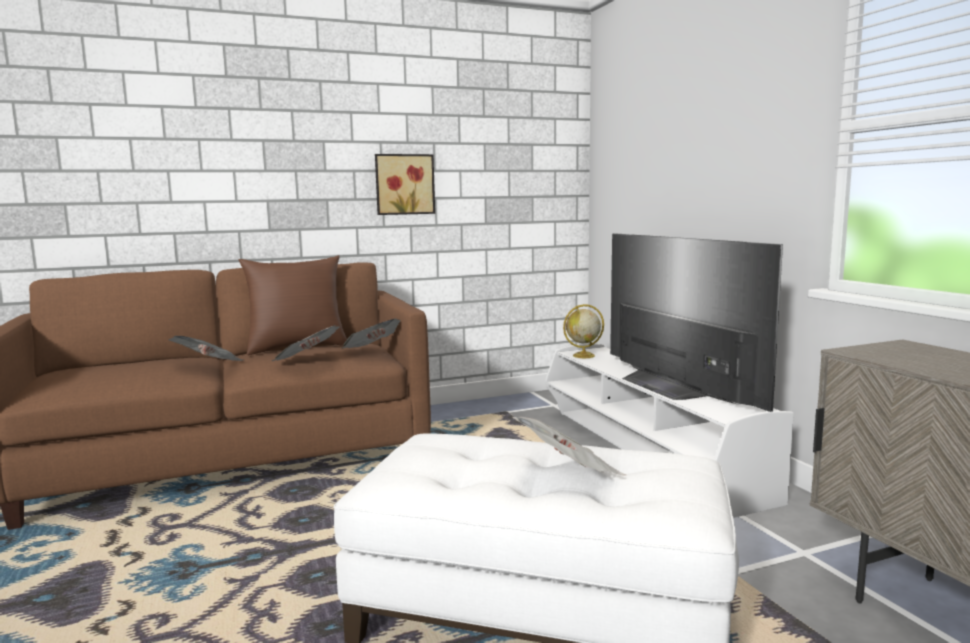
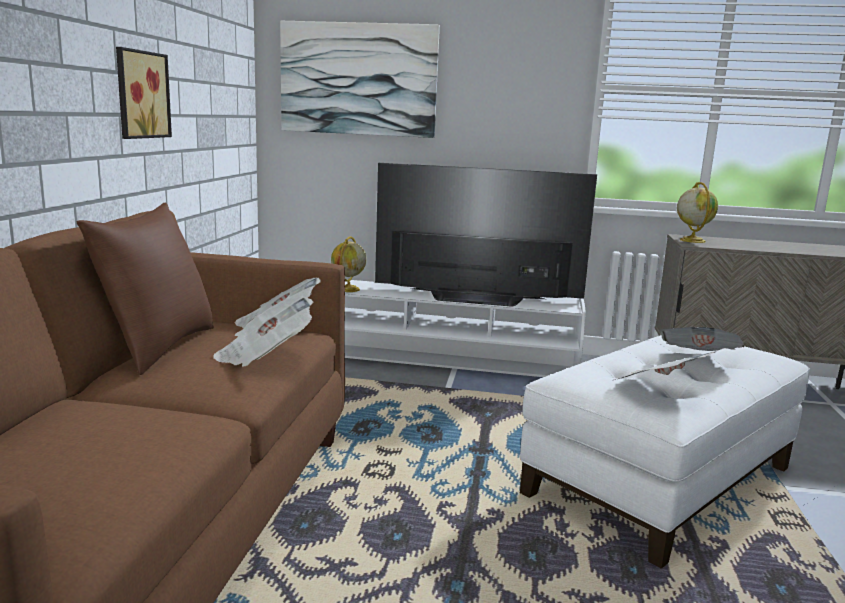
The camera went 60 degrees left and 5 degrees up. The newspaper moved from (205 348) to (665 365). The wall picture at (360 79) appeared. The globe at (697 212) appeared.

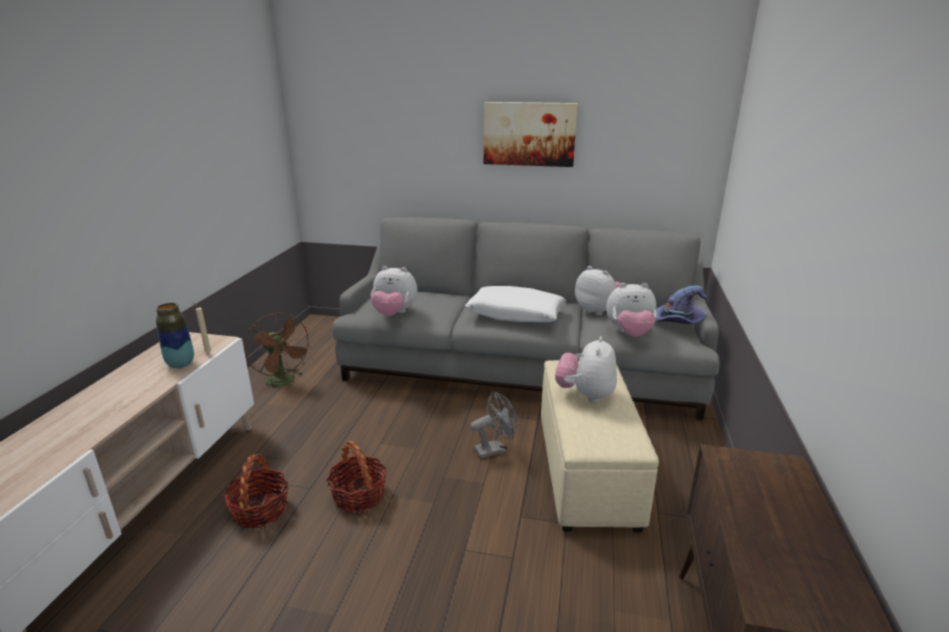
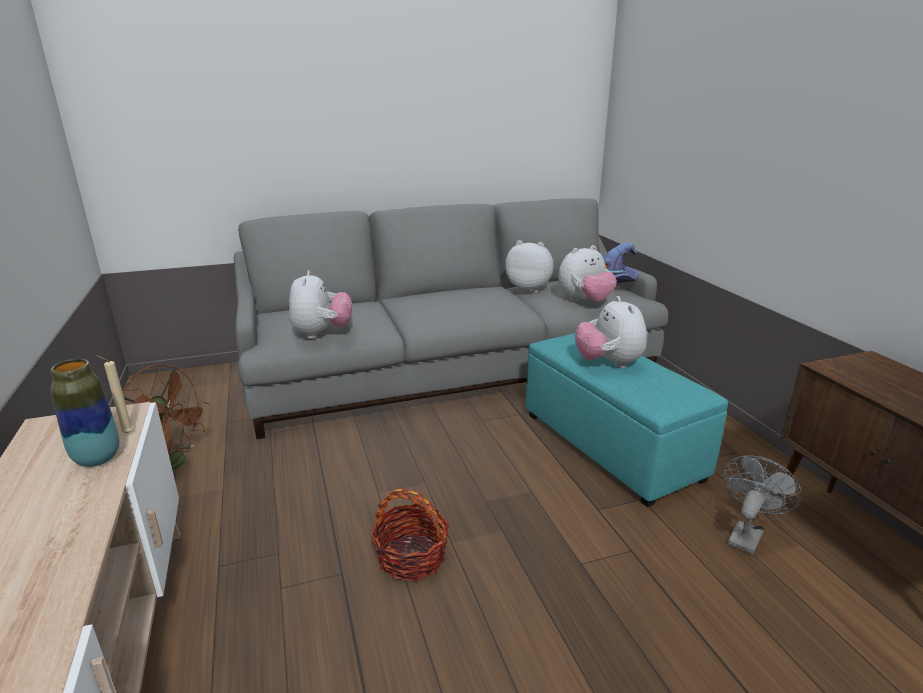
The camera went 30 degrees left and 0 degrees up. The wall picture at (531 134) disappeared. The soft toy at (394 291) turned 75 degrees counterclockwise. The white throw pillow at (515 304) disappeared. The beige ottoman at (600 446) became the blue-green ottoman at (626 420). The grey fan moved from (493 424) to (762 505). The household basket at (255 491) disappeared.

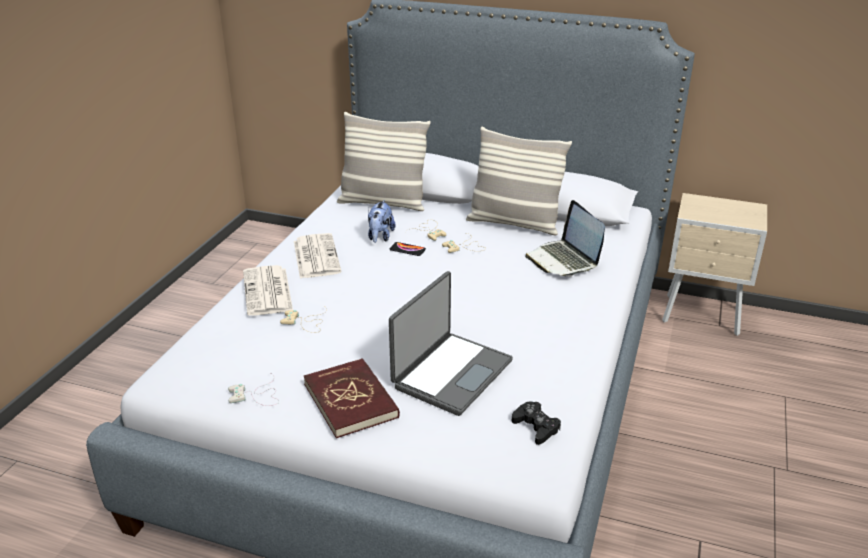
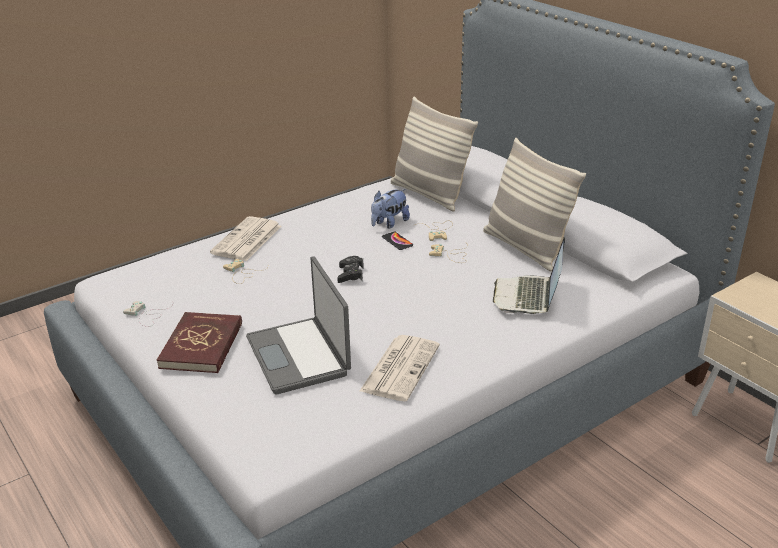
The camera went 35 degrees right and 0 degrees up. The newspaper moved from (318 255) to (400 368). The portable computer at (451 343) turned 90 degrees clockwise. The blackish joypad moved from (536 423) to (350 269).

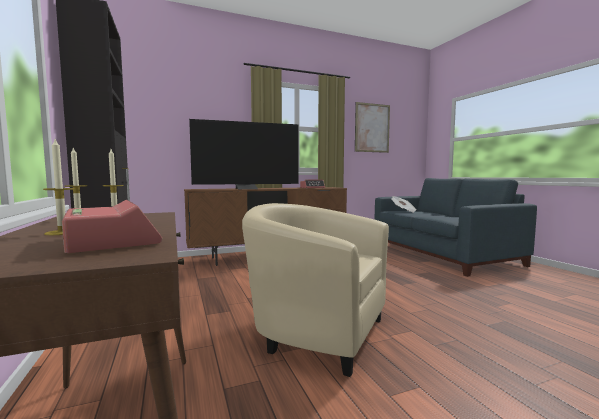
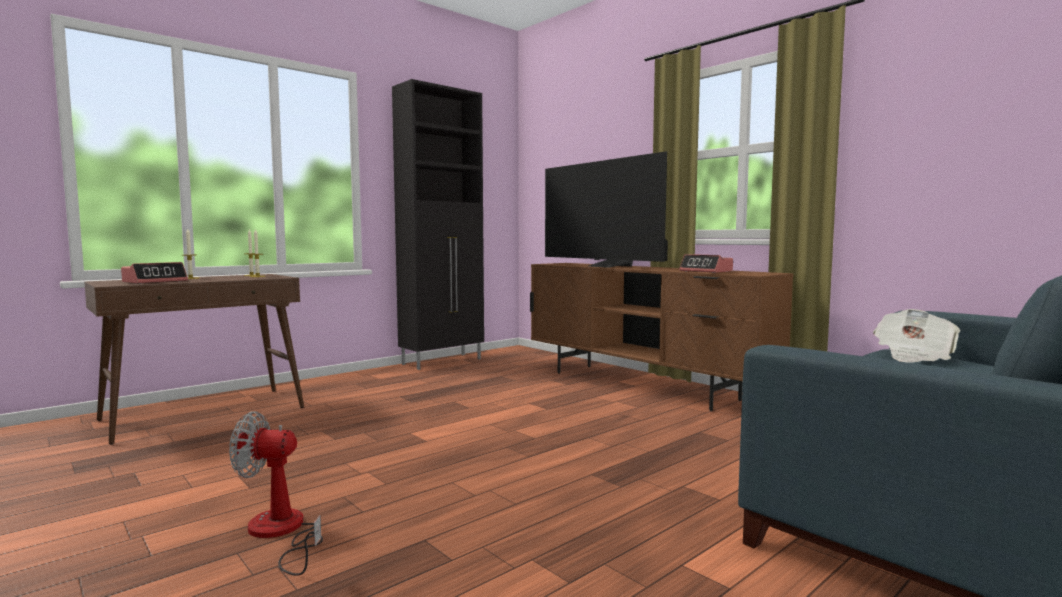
The camera went 70 degrees right and 0 degrees up. The wall picture at (372 127) disappeared. The beige armchair at (315 290) disappeared. The fan at (276 493) appeared.

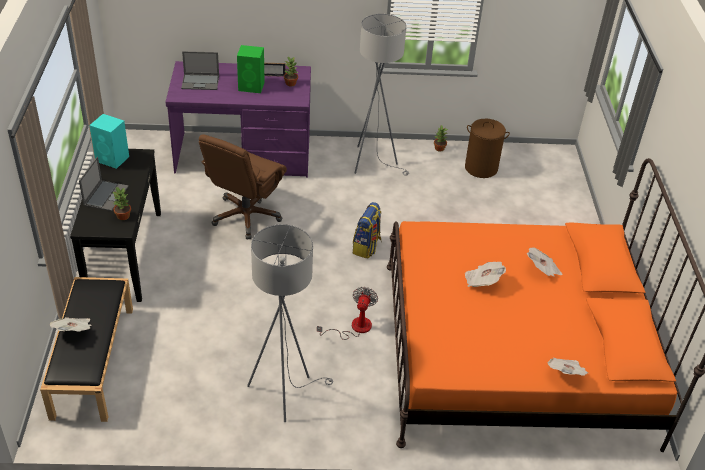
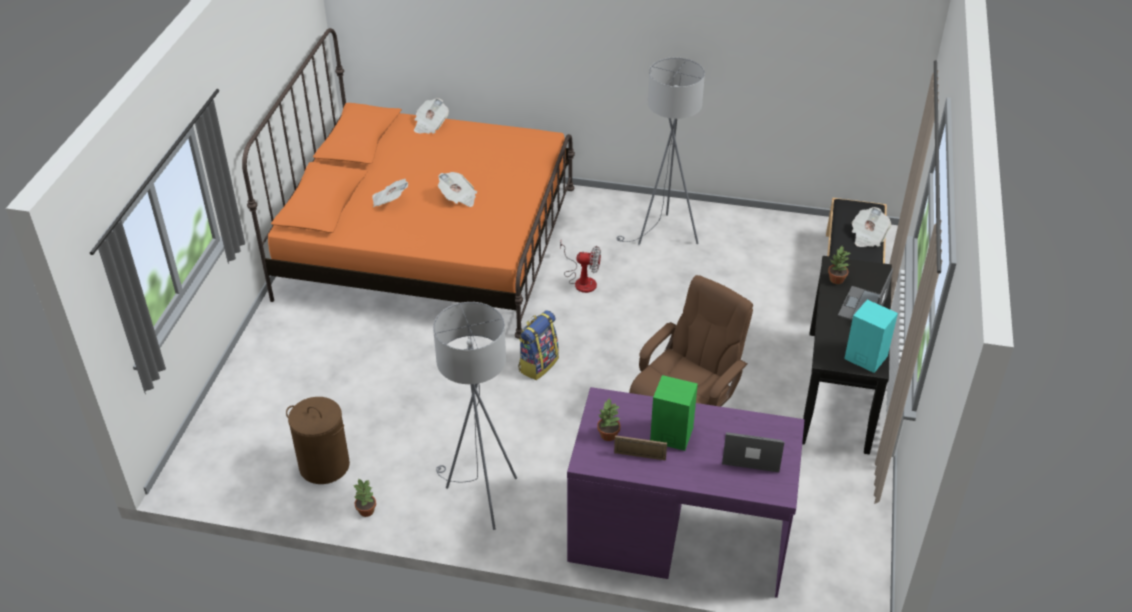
The camera went 165 degrees left and 0 degrees up. The fan at (347 313) turned 105 degrees counterclockwise.

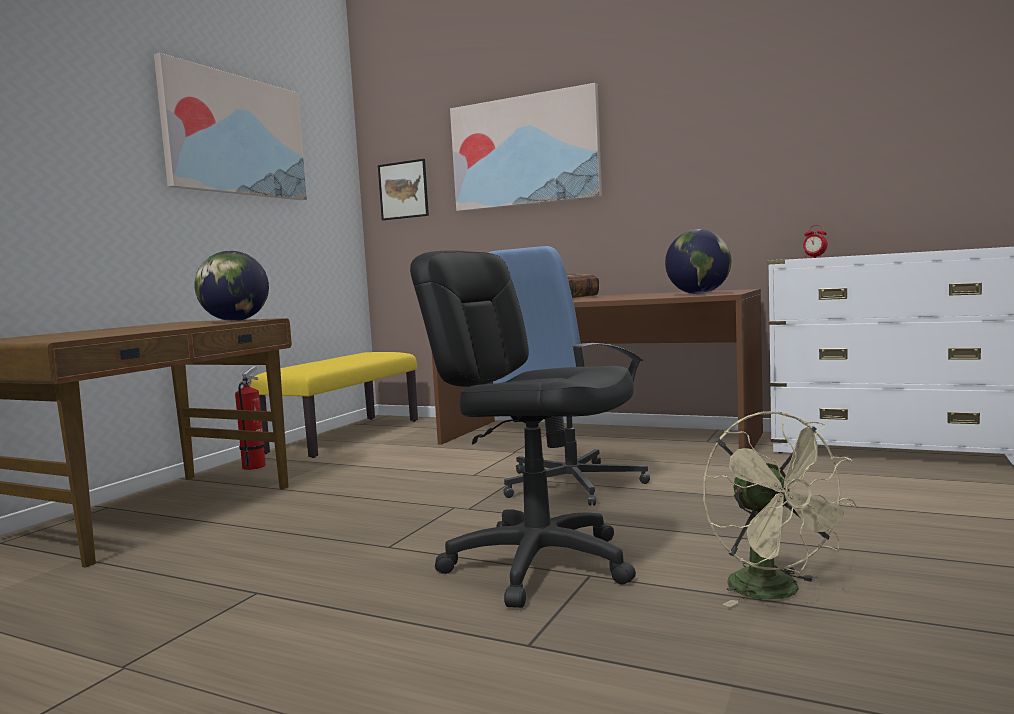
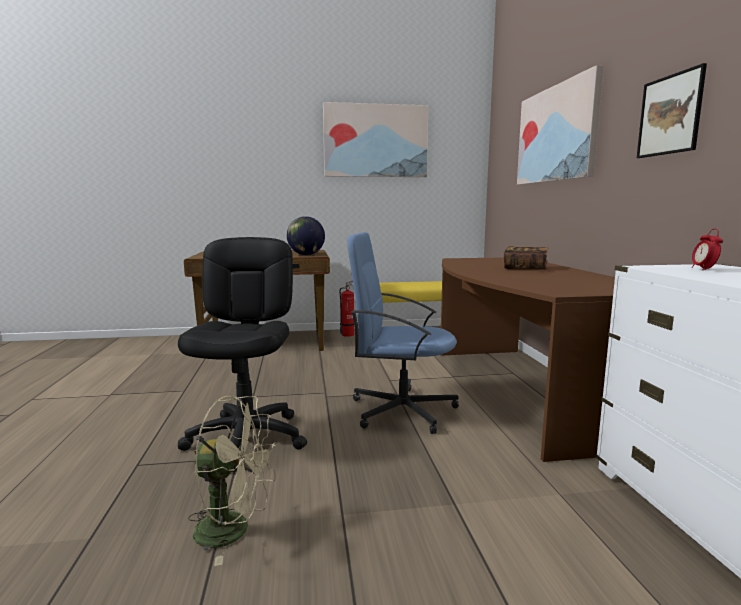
The camera went 55 degrees right and 5 degrees up. The wall picture moved from (403 189) to (672 110). The globe at (698 261) disappeared. The beige fan at (780 509) turned 120 degrees counterclockwise.

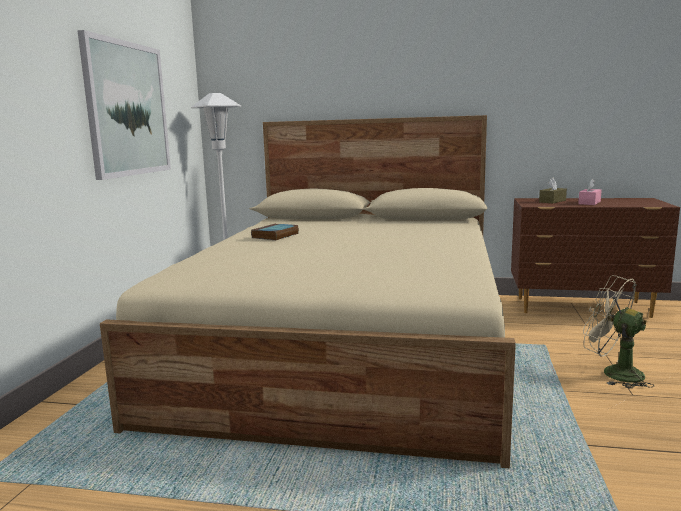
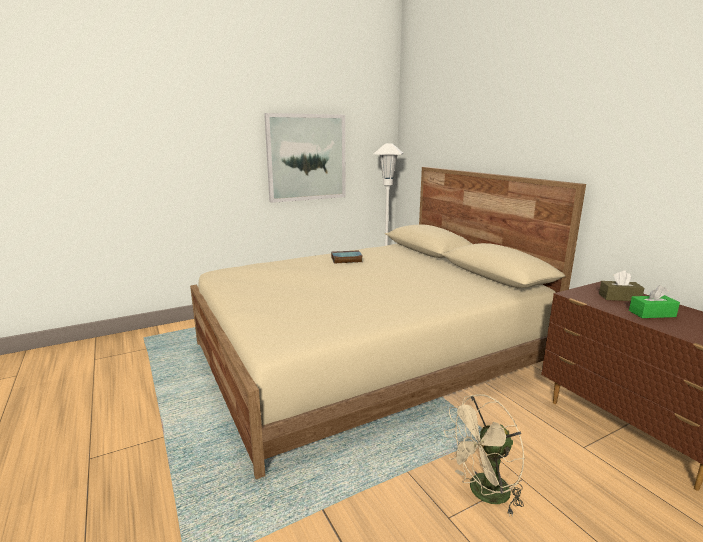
The camera went 50 degrees right and 5 degrees up. The pinkish box of tissues at (590 192) became the green-coloured box of tissues at (654 301). The beige fan at (618 331) turned 120 degrees counterclockwise.

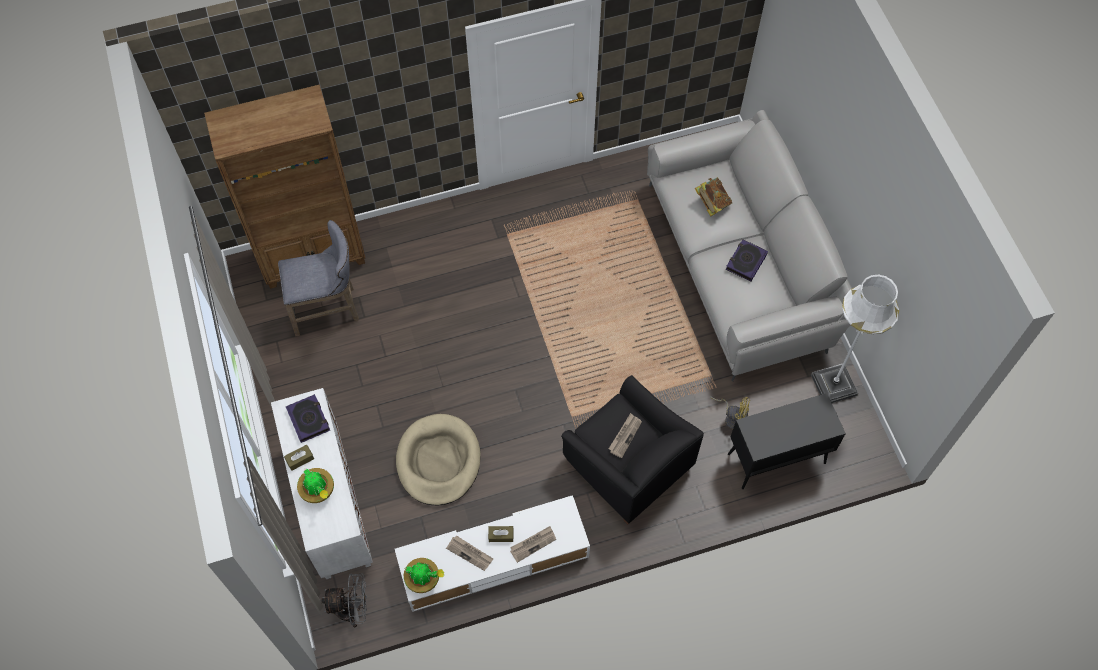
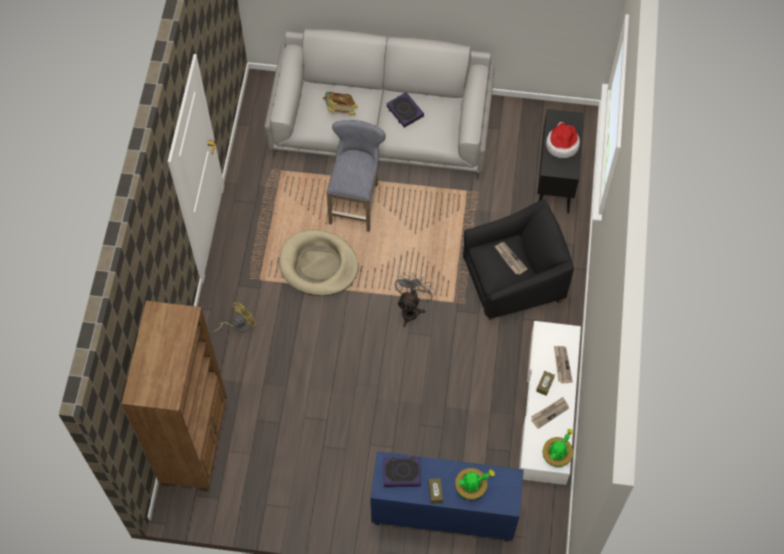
The camera went 65 degrees left and 0 degrees up. The grey stool seat moved from (318 278) to (355 176). The white standard lamp at (855 338) disappeared. The white storage cabinet at (322 483) became the blue-coloured storage cabinet at (447 496). The yellow fan moved from (730 412) to (235 317). The beige dog cushion moved from (438 459) to (319 263). The grey fan moved from (344 600) to (415 299). The wearable hat at (563 140) appeared.

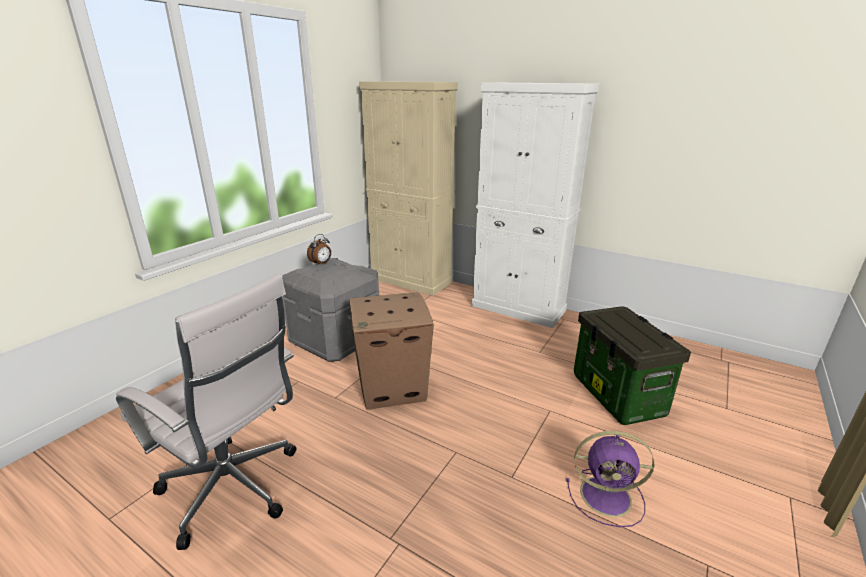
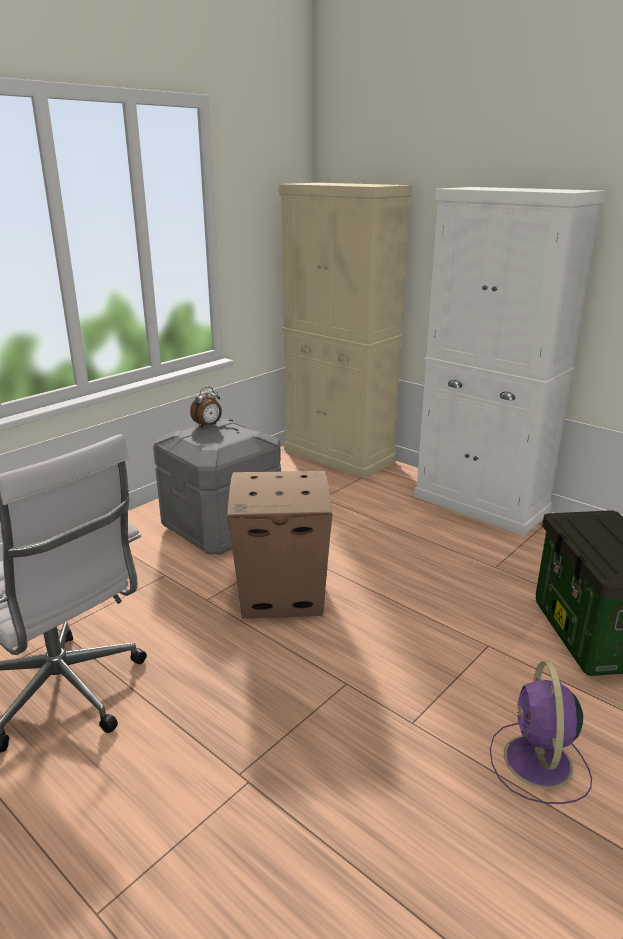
The camera went 10 degrees right and 0 degrees up. The purple-coloured fan at (610 479) turned 75 degrees clockwise.

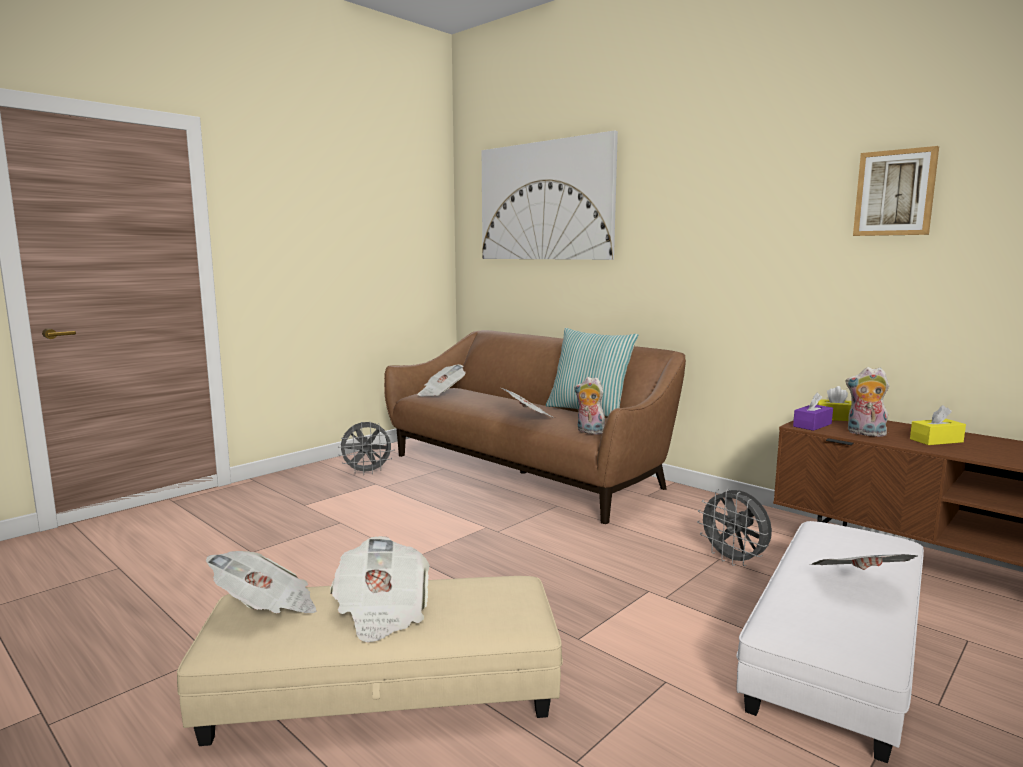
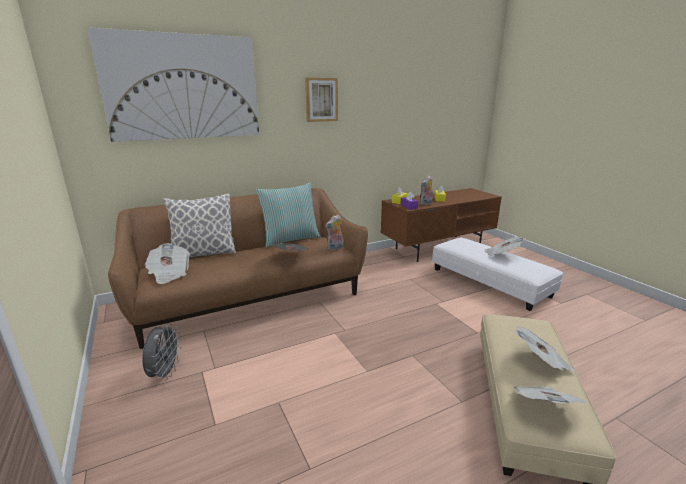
The camera went 70 degrees left and 10 degrees up. The wall picture moved from (896 191) to (321 100). The grey fan at (734 527) disappeared. The throw pillow at (199 225) appeared.

